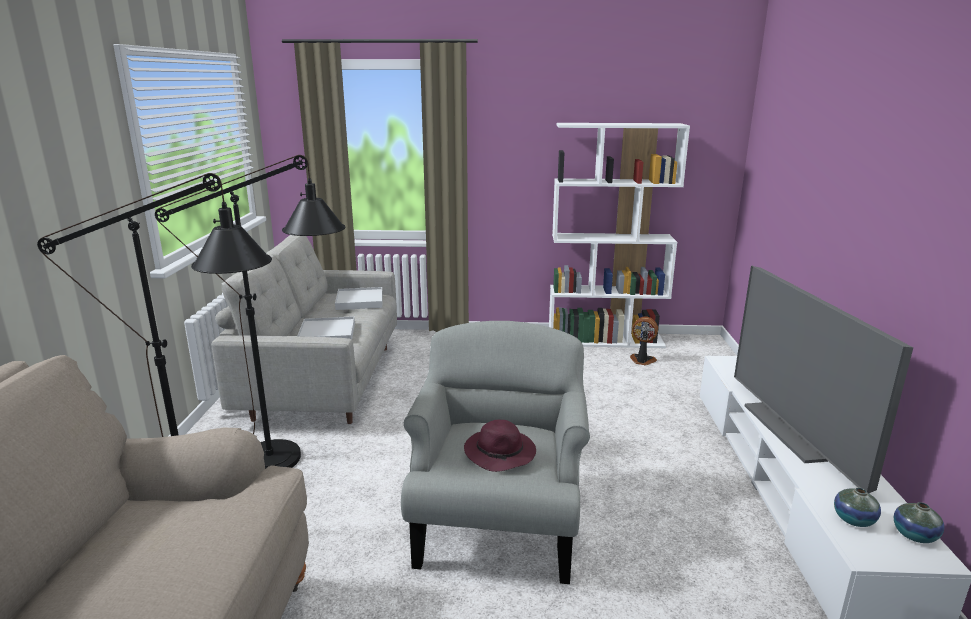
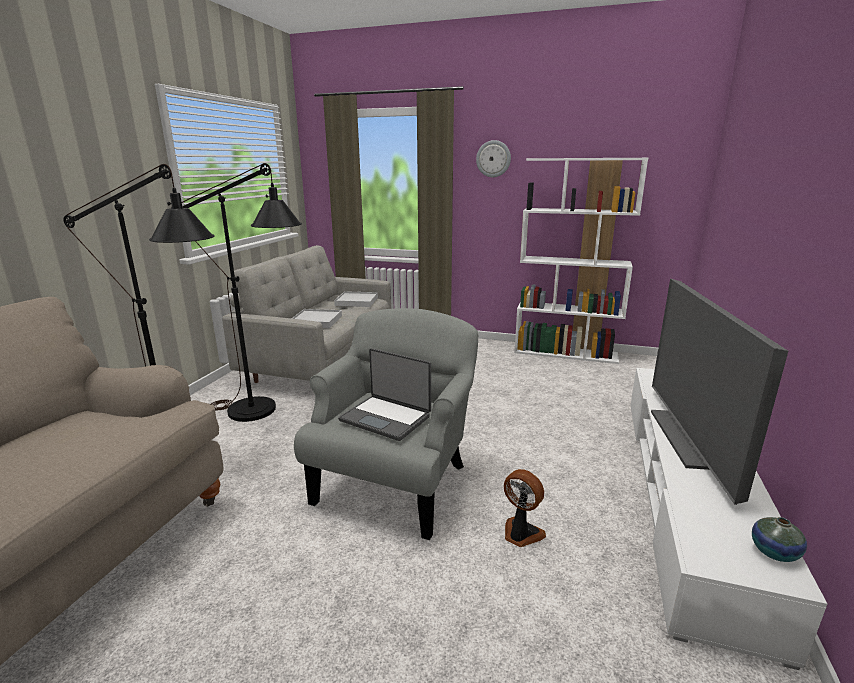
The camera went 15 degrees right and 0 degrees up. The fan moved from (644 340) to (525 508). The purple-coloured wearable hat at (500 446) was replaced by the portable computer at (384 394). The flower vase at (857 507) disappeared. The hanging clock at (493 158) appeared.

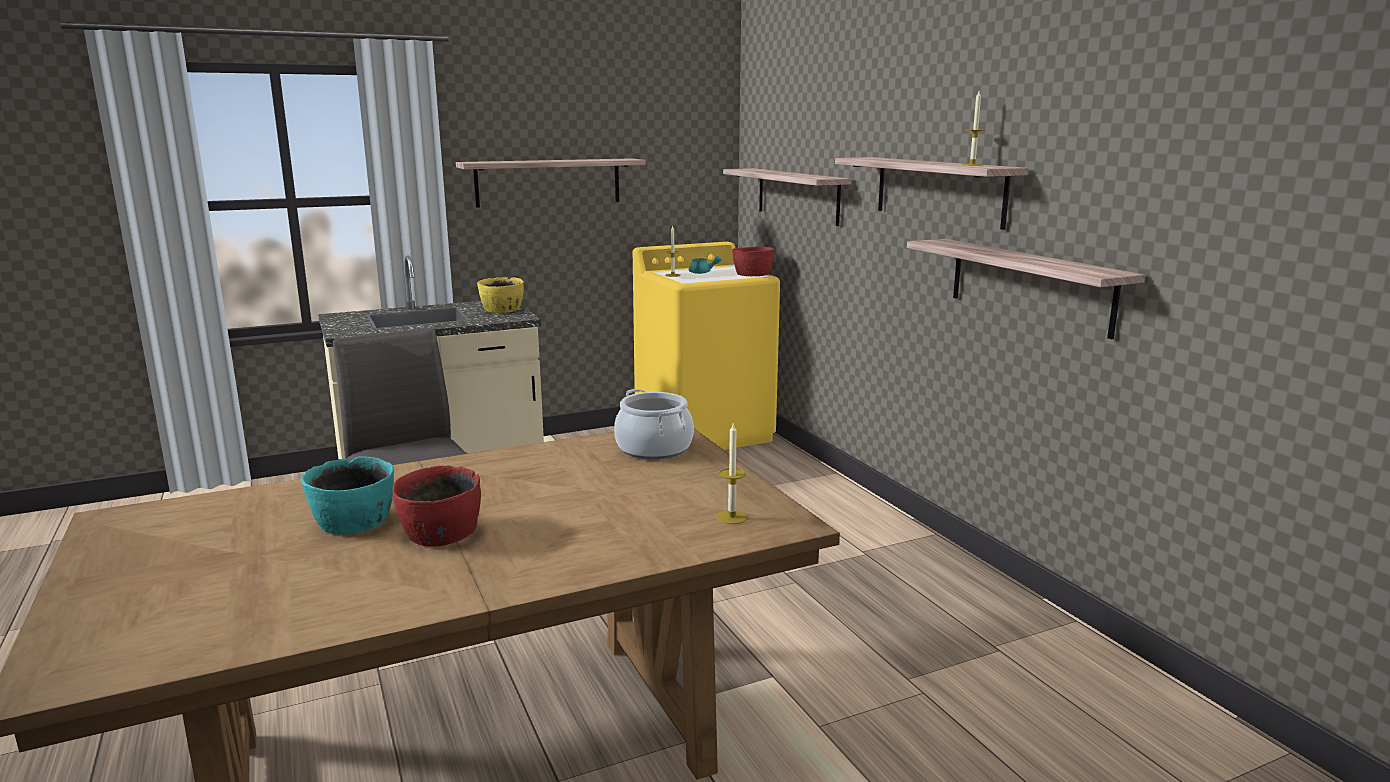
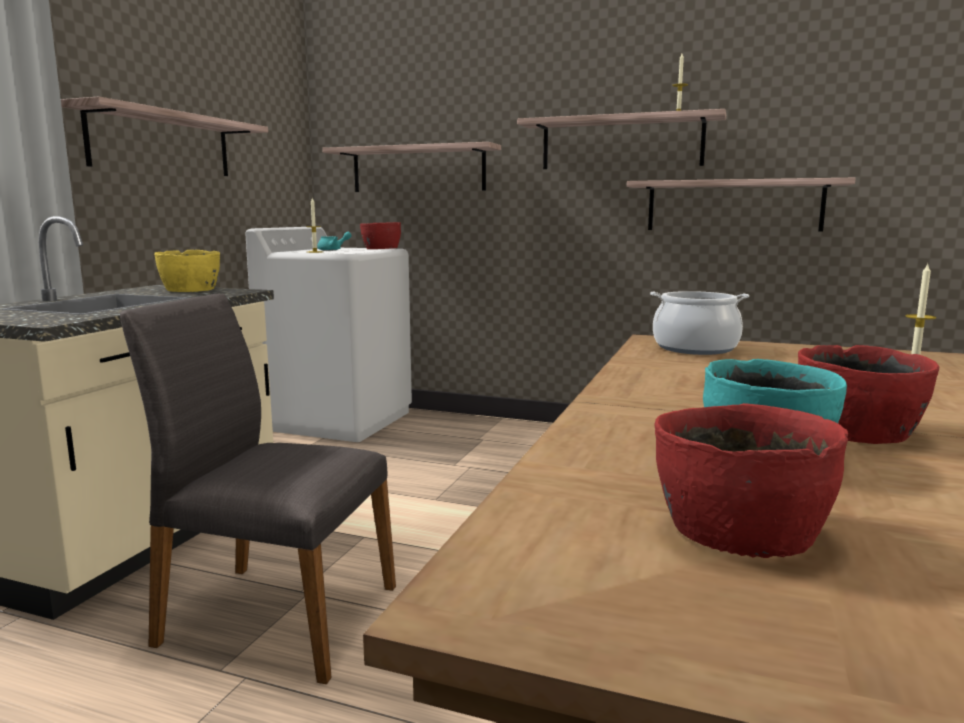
The camera went 45 degrees left and 5 degrees down. The yellow laundry machine at (706 346) became the white laundry machine at (328 334). The reddish bowl at (751 480) appeared.

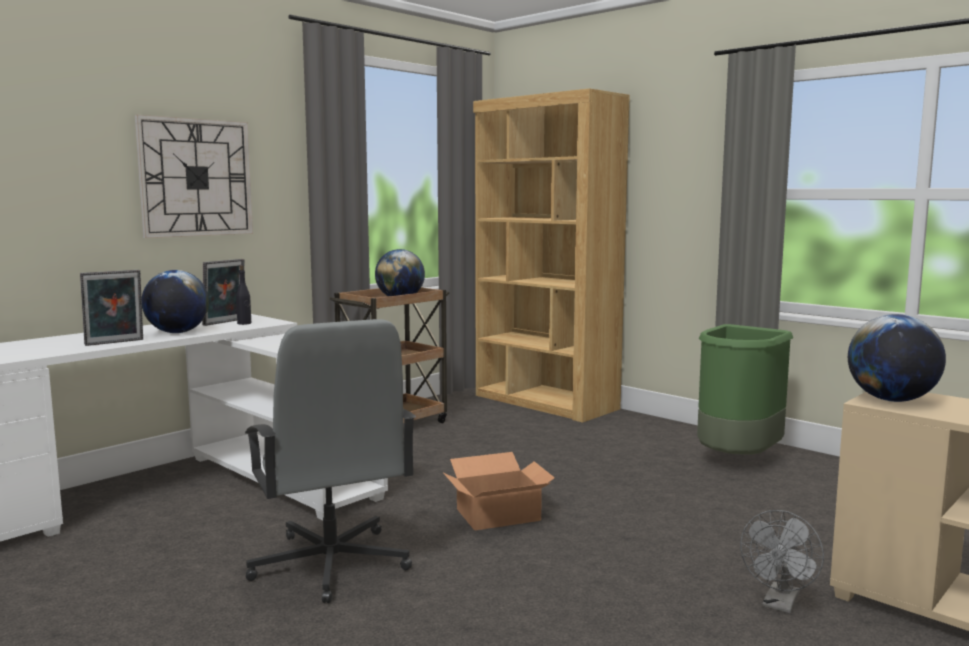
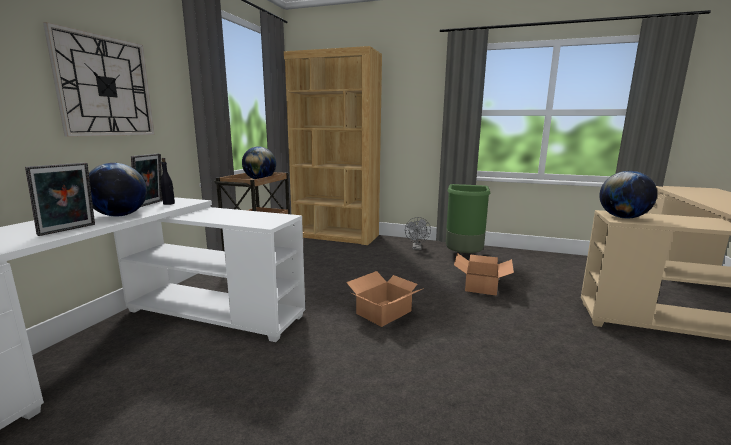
The camera went 25 degrees left and 5 degrees up. The grey office chair at (330 461) disappeared. The grey fan moved from (782 561) to (418 233). The cardboard box at (484 274) appeared.

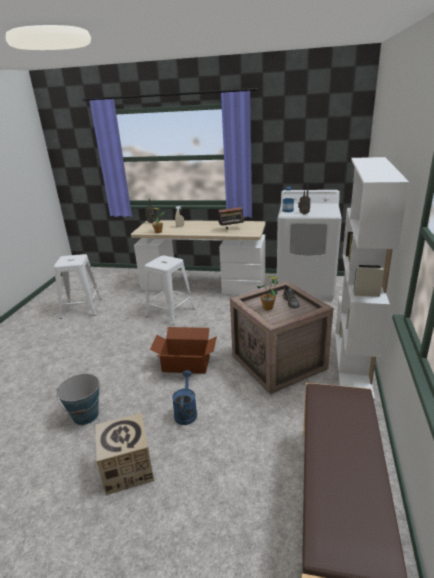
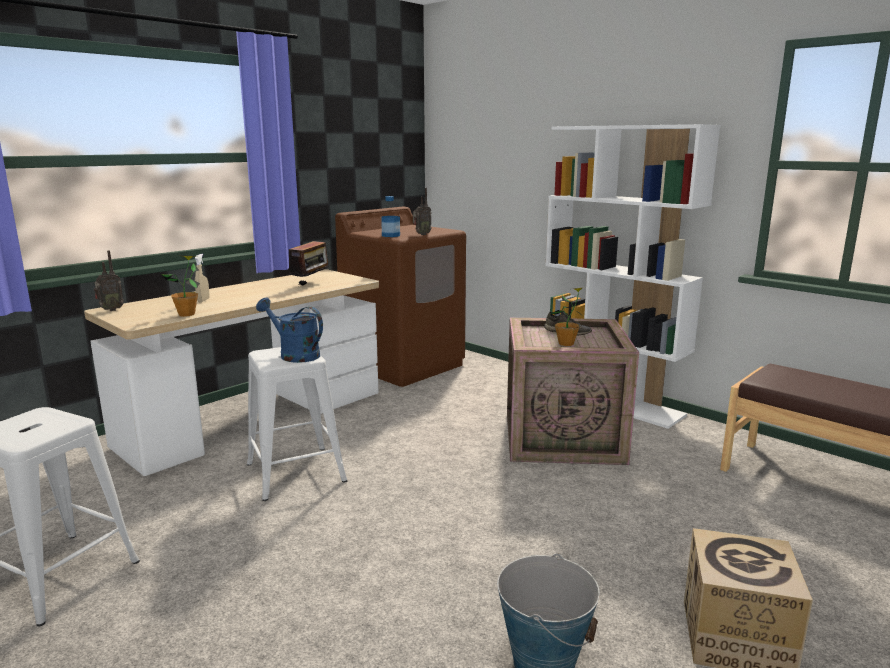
The camera went 60 degrees left and 10 degrees down. The white laundry machine at (309 245) became the brown-coloured laundry machine at (400 297). The cardboard box at (183 350) disappeared. The blue-coloured watering can moved from (184 397) to (289 330).

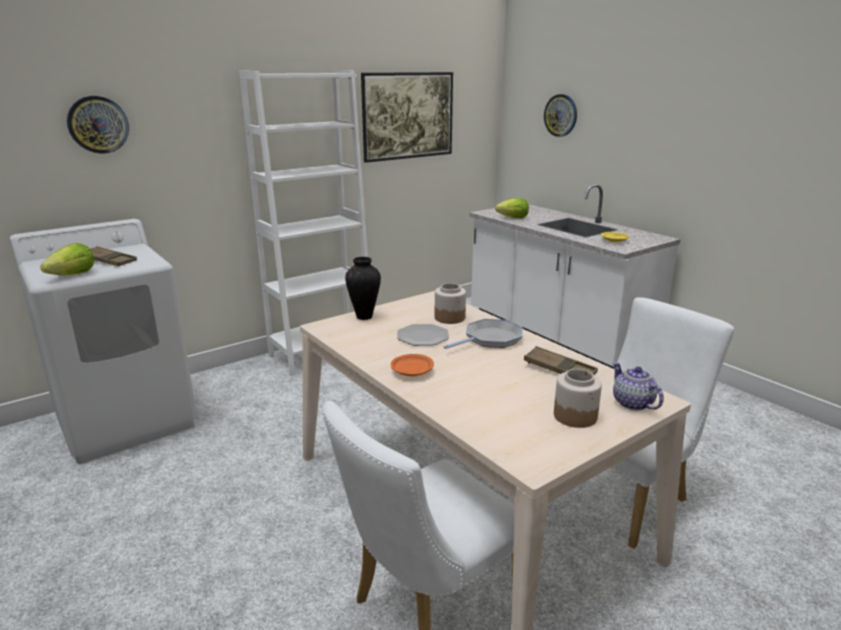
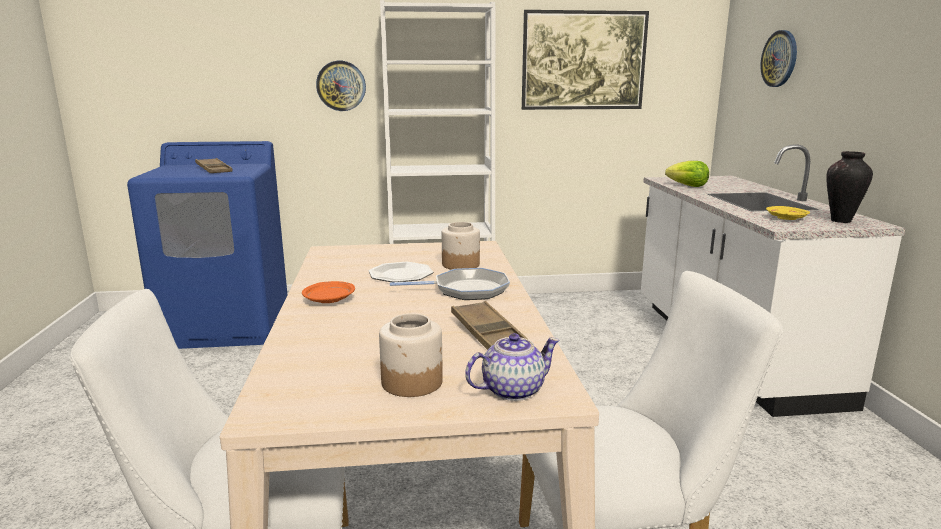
The camera went 30 degrees right and 5 degrees down. The hanging clock moved from (98 125) to (341 86). The white laundry machine at (103 341) became the blue-coloured laundry machine at (207 245). The lettuce at (67 259) disappeared. The flower vase moved from (363 288) to (849 187). The teapot at (638 386) turned 60 degrees clockwise.

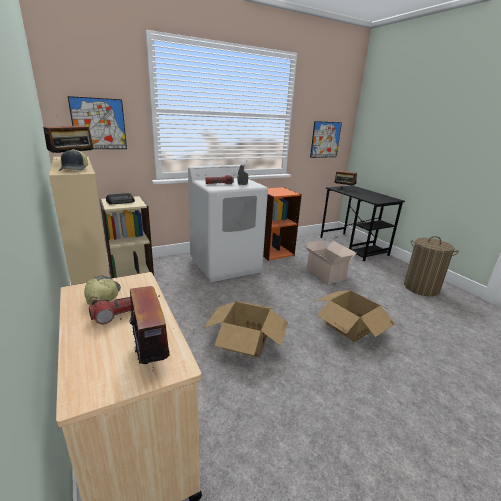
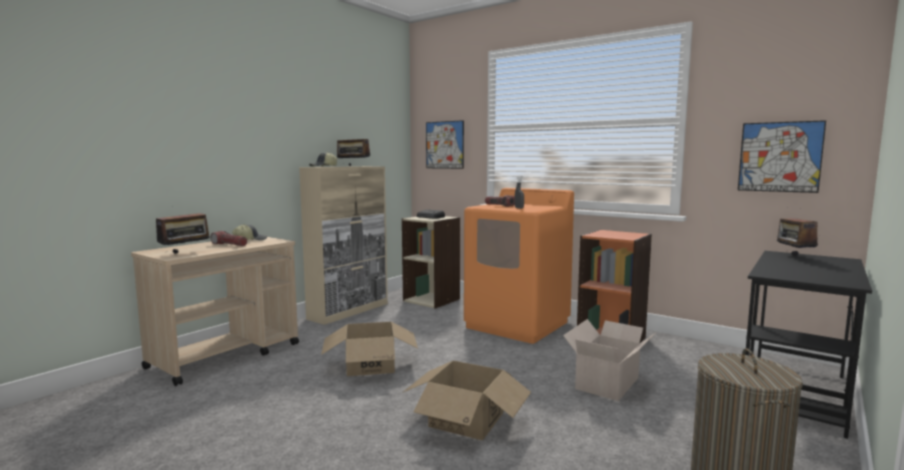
The camera went 65 degrees right and 15 degrees down. The white laundry machine at (228 223) became the orange-coloured laundry machine at (519 266).

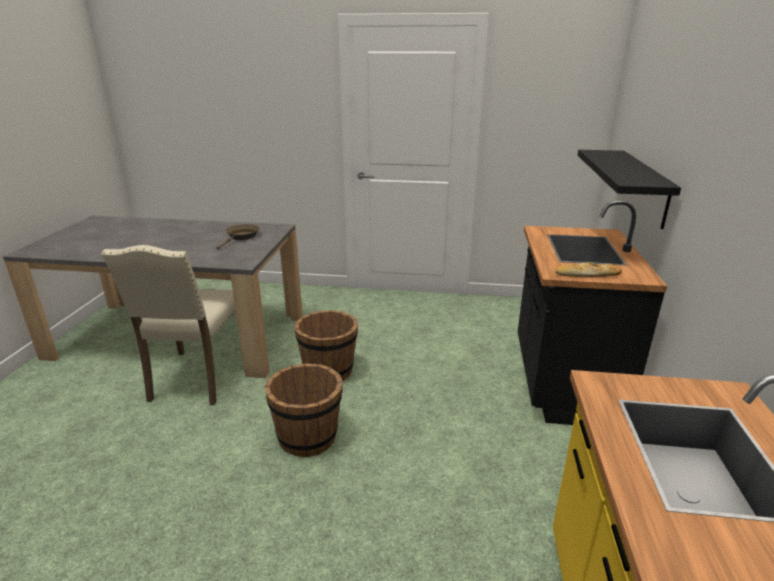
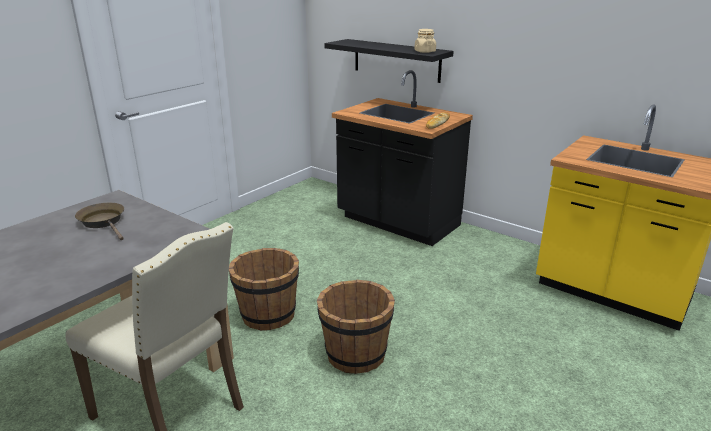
The camera went 60 degrees left and 0 degrees up. The beige jar at (425 41) appeared.

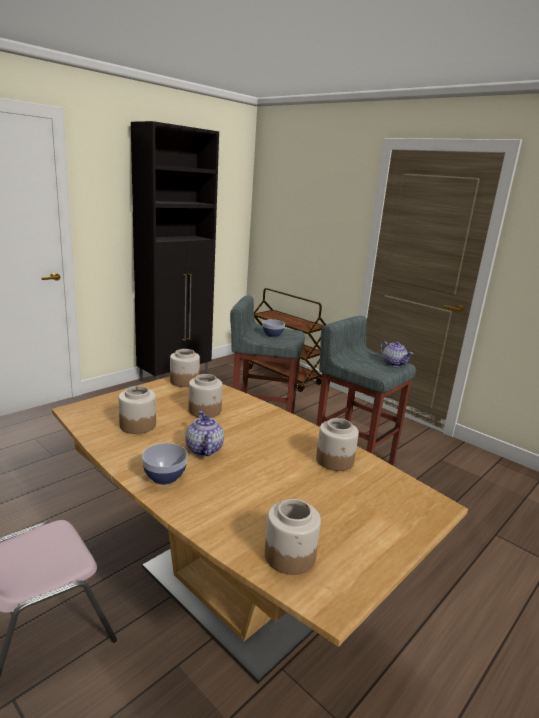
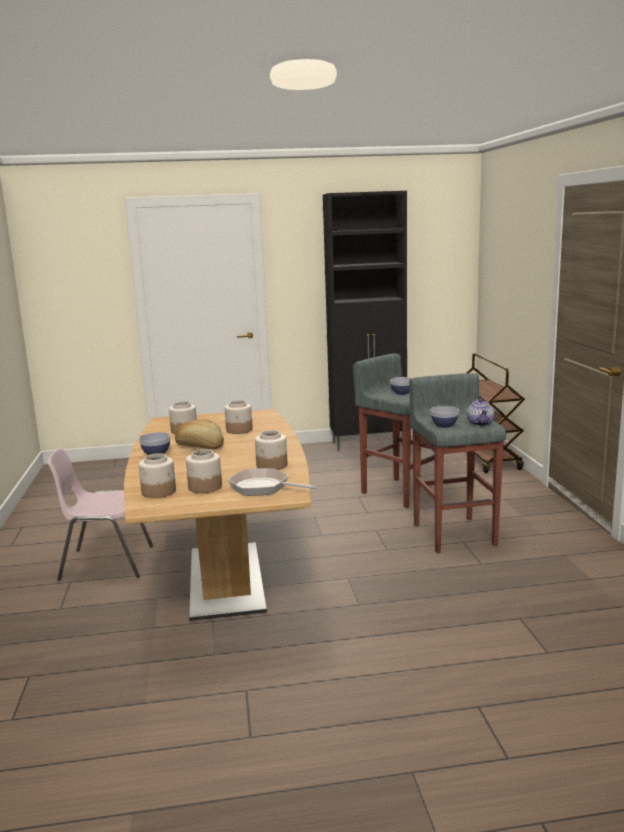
The camera went 40 degrees right and 5 degrees down. The jar moved from (185 368) to (204 471). The teapot at (204 433) was replaced by the bread at (199 434). The bowl at (445 417) appeared. The pan at (272 482) appeared.

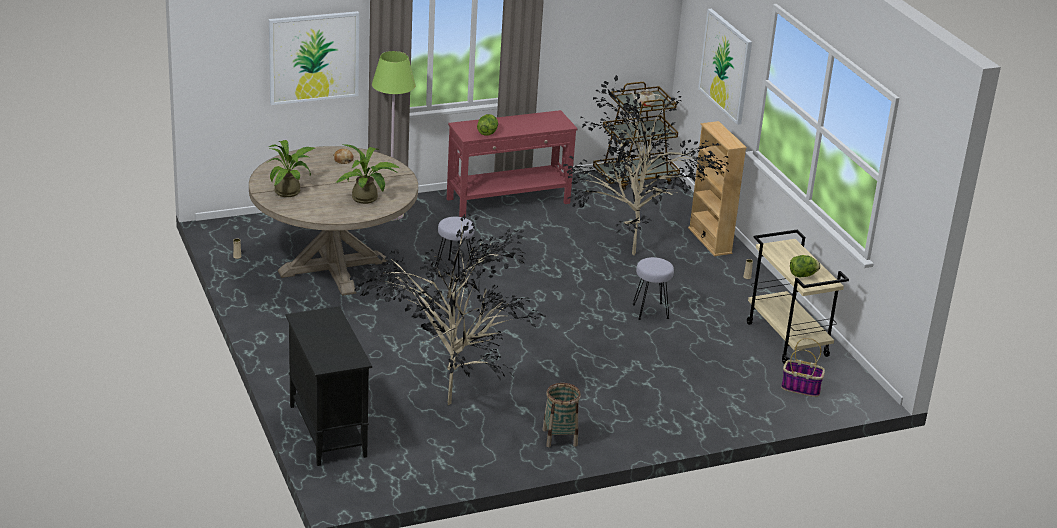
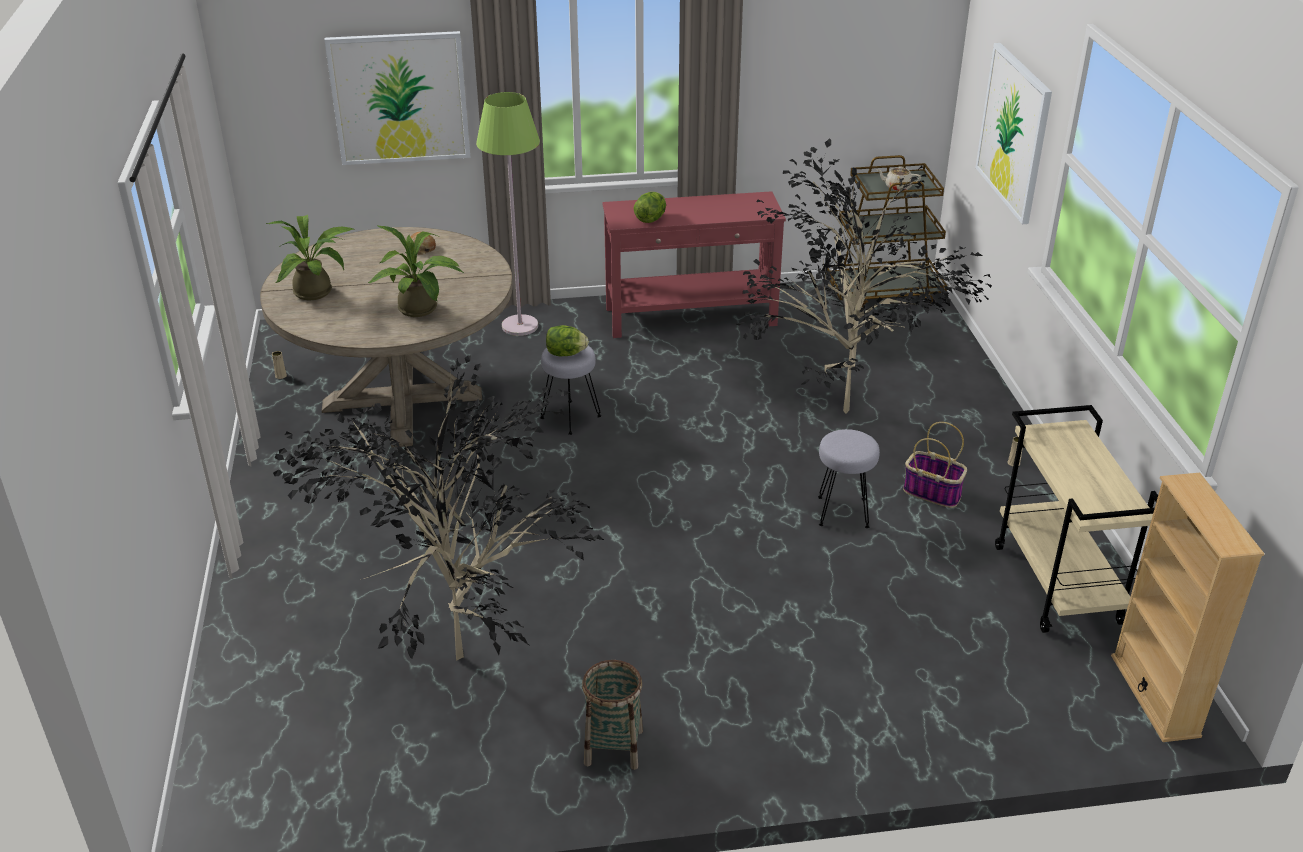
The camera went 15 degrees right and 5 degrees up. The beige bookcase moved from (717 188) to (1187 607). The lettuce moved from (805 266) to (567 340). The blackish storage cabinet at (329 386) disappeared. The household basket moved from (803 367) to (935 465).

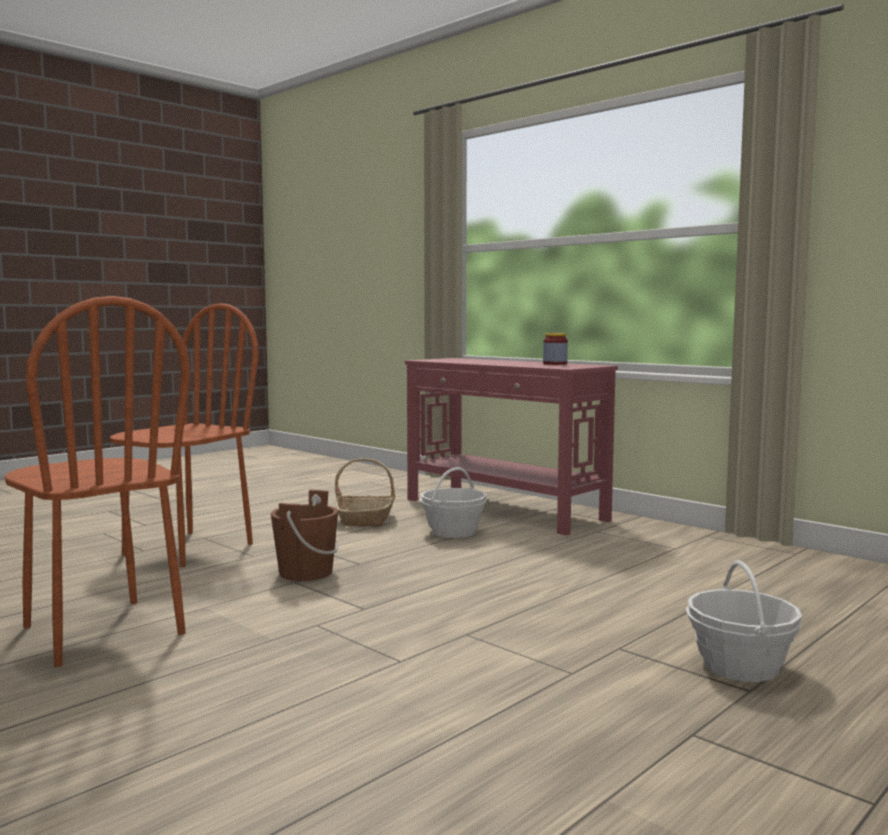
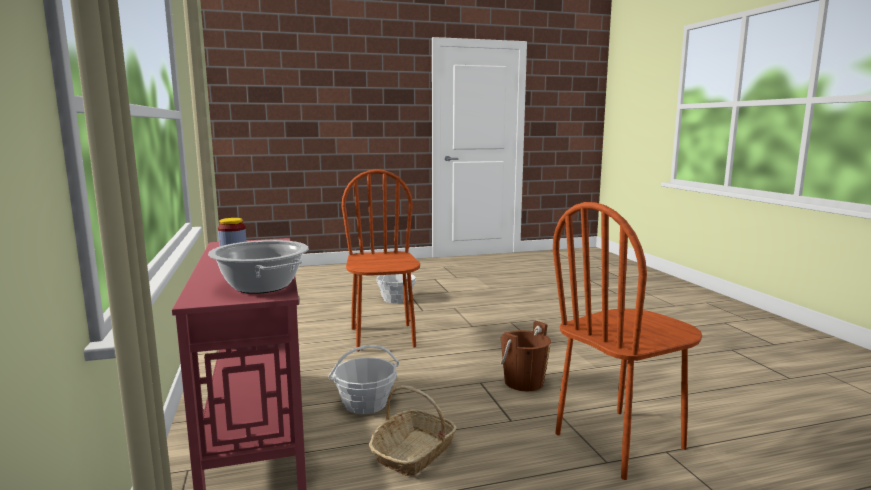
The camera went 150 degrees left and 5 degrees up. The brown-coloured upright chair moved from (97 481) to (381 260). The cooking pot at (258 267) appeared.

